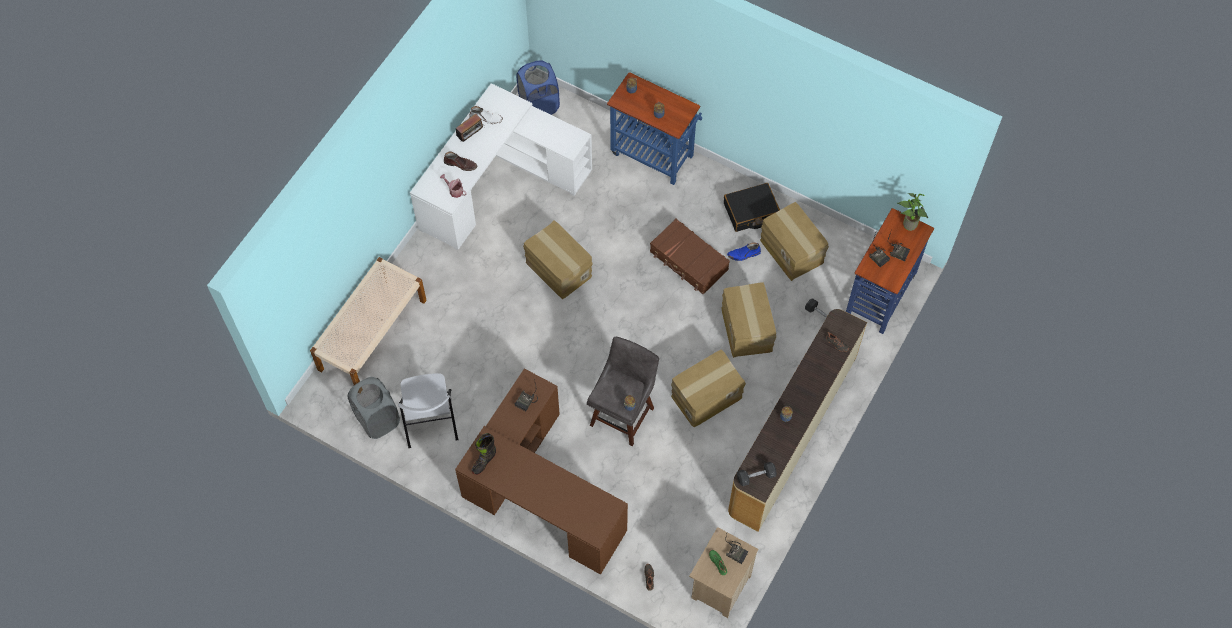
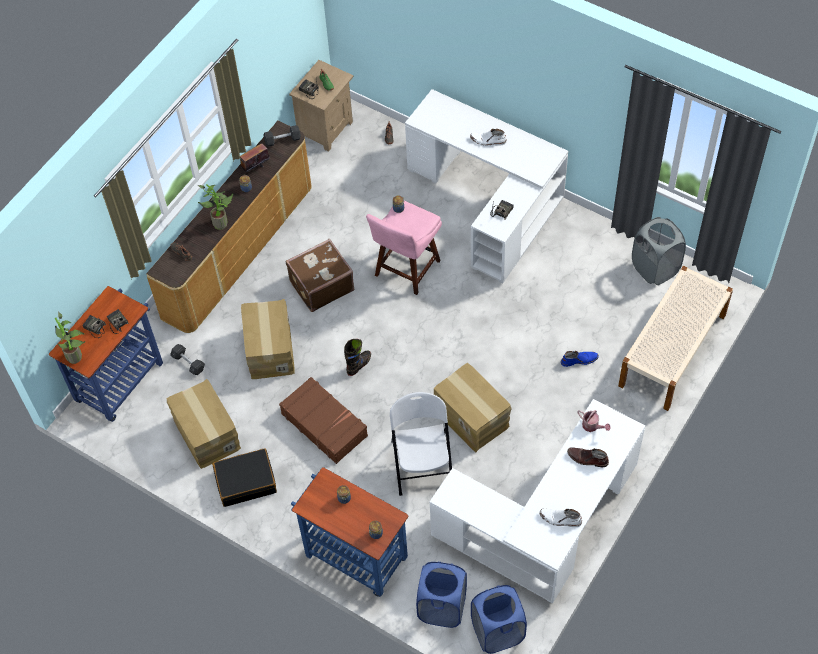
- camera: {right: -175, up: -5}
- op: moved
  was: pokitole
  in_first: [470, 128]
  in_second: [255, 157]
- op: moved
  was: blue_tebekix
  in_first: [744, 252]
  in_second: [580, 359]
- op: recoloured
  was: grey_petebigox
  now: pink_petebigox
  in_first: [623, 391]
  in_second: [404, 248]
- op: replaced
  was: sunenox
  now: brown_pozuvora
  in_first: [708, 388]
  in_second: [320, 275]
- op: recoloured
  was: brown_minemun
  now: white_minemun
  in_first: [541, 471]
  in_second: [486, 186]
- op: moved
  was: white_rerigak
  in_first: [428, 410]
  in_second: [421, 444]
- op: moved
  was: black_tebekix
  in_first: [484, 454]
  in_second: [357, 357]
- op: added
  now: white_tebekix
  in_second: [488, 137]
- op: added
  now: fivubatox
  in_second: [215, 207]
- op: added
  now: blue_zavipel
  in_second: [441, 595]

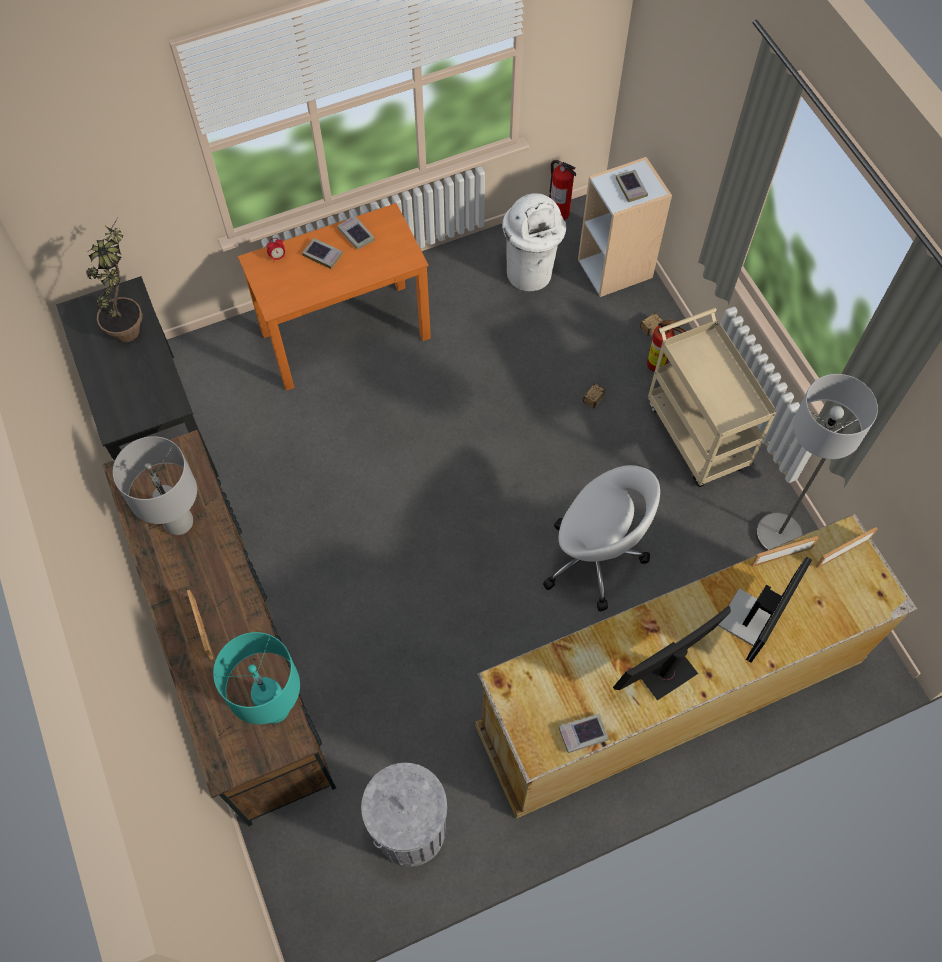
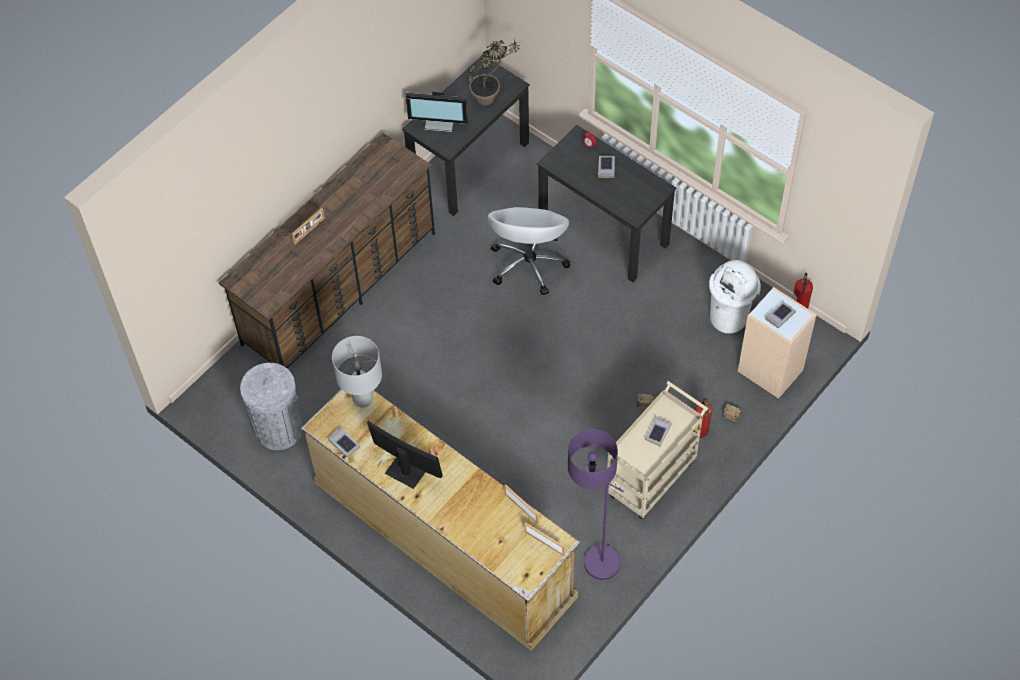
- camera: {right: 65, up: -5}
- op: recoloured
  was: orange_minemun
  now: black_minemun
  in_first: [334, 297]
  in_second: [607, 203]
- op: moved
  was: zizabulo
  in_first: [356, 232]
  in_second: [658, 432]
- op: recoloured
  was: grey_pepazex
  now: purple_pepazex
  in_first: [817, 462]
  in_second: [596, 504]
- op: moved
  was: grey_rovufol
  in_first: [155, 485]
  in_second: [357, 372]
- op: moved
  was: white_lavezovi
  in_first: [601, 538]
  in_second: [529, 251]
- op: moved
  was: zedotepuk
  in_first: [765, 609]
  in_second: [437, 112]
- op: removed
  was: turquoise_rovufol
  in_first: [256, 678]

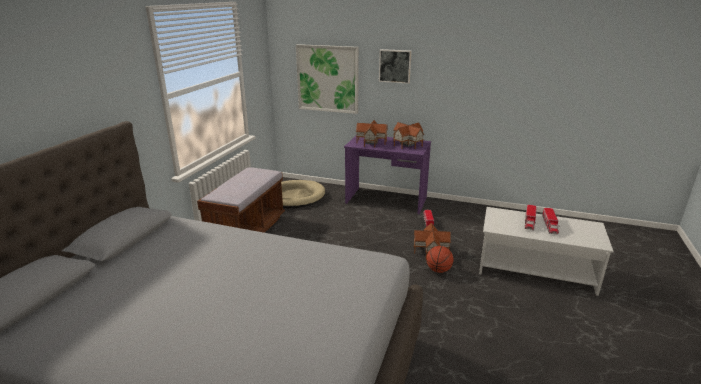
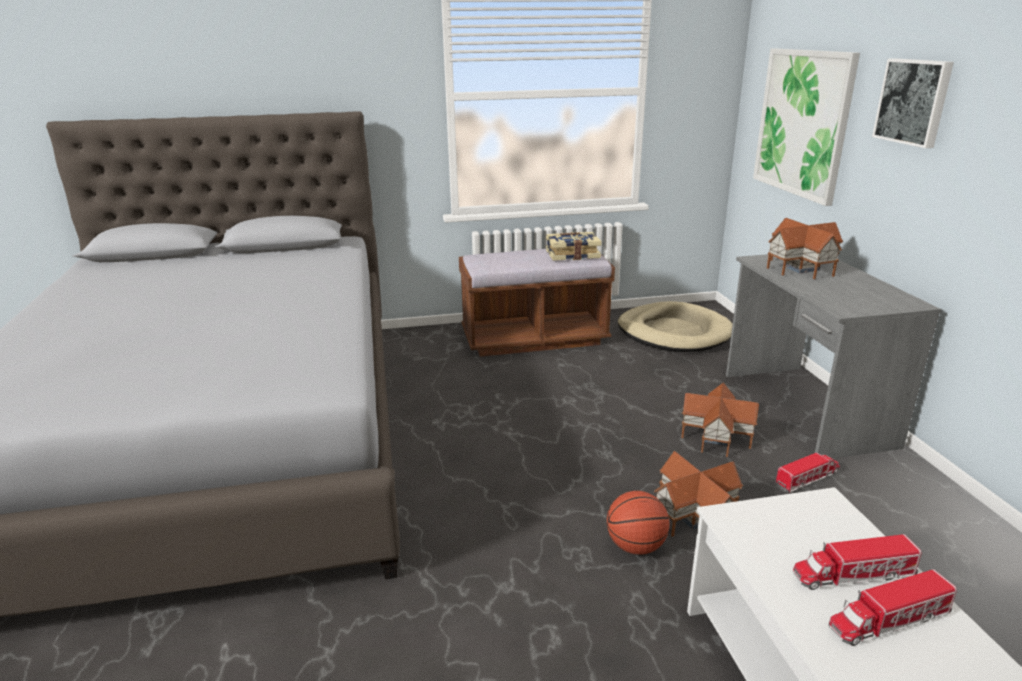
- camera: {right: 60, up: 0}
- op: moved
  was: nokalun
  in_first: [408, 135]
  in_second: [720, 419]
- op: recoloured
  was: purple_minemun
  now: grey_minemun
  in_first: [387, 174]
  in_second: [833, 356]
- op: added
  now: zizabulo
  in_second: [574, 246]

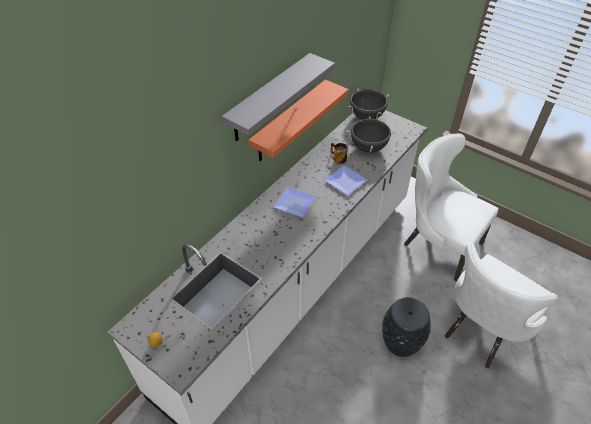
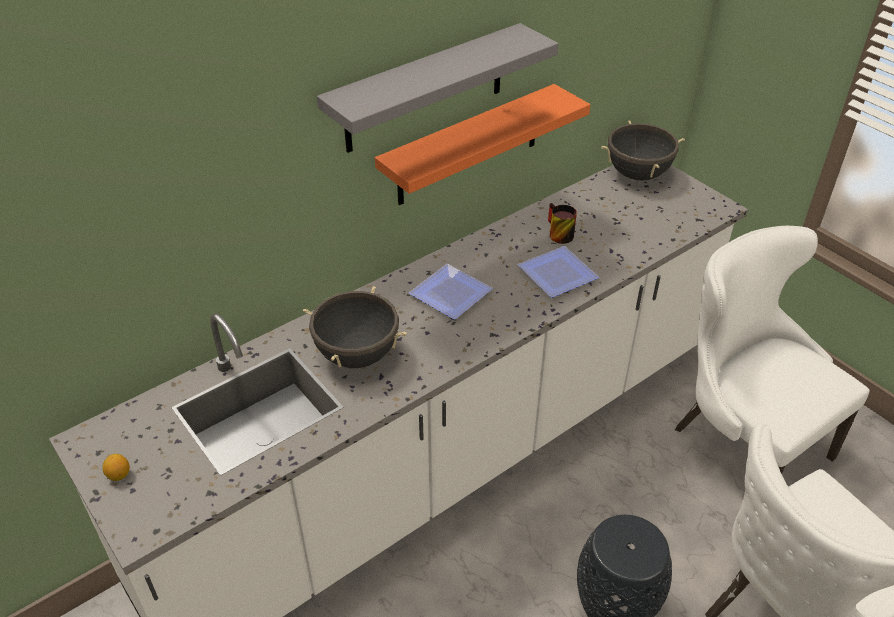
- camera: {right: 15, up: -5}
- op: moved
  was: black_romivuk
  in_first: [371, 134]
  in_second: [355, 327]

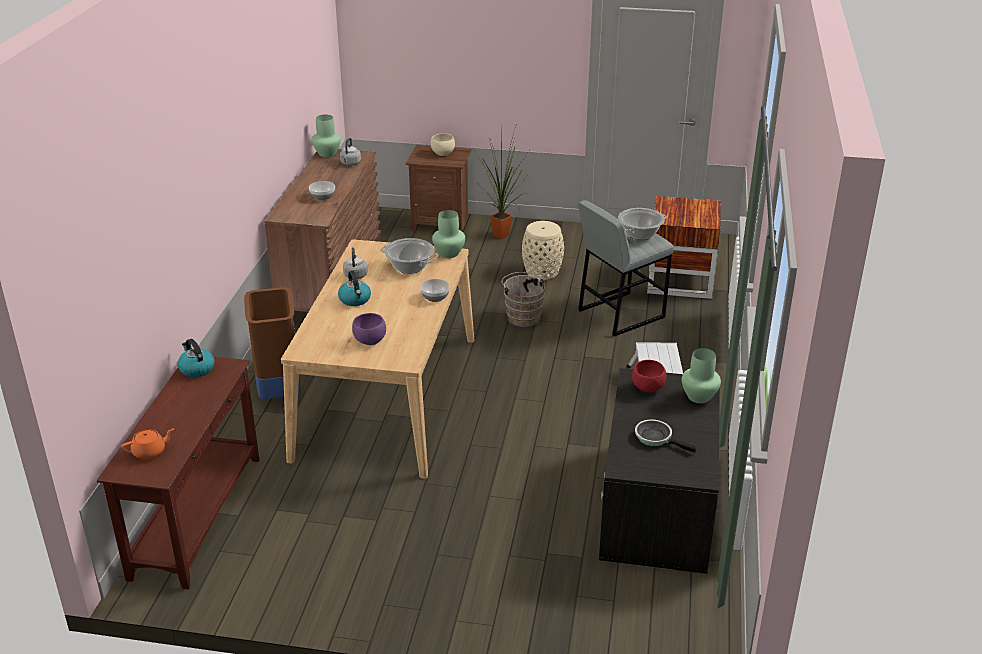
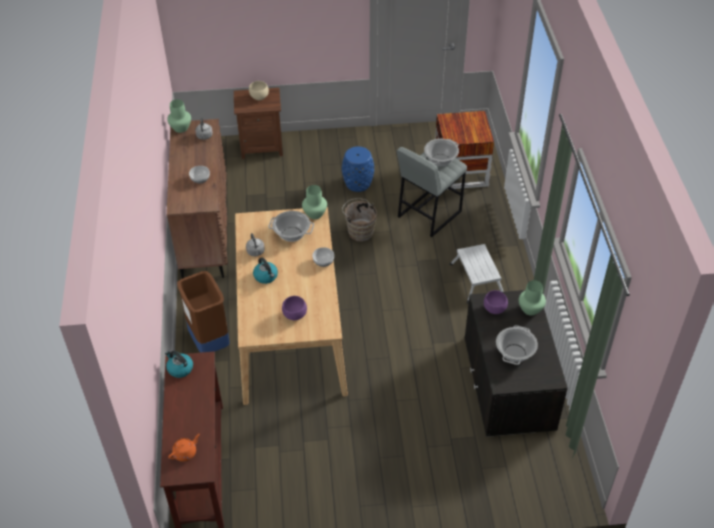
- camera: {right: -15, up: 15}
- op: removed
  was: fivubatox
  in_first: [501, 181]
- op: recoloured
  was: beige_petebigox
  now: blue_petebigox
  in_first: [543, 250]
  in_second: [358, 169]
- op: recoloured
  was: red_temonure
  now: purple_temonure
  in_first: [649, 376]
  in_second: [496, 302]
- op: replaced
  was: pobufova
  now: romivuk
  in_first: [665, 436]
  in_second: [517, 345]

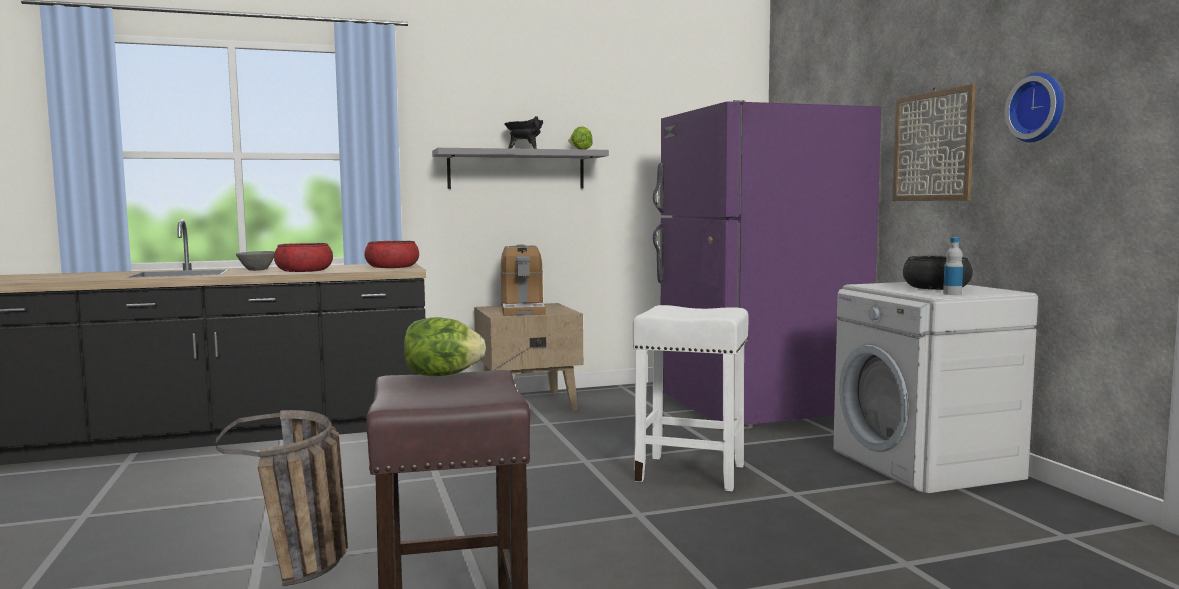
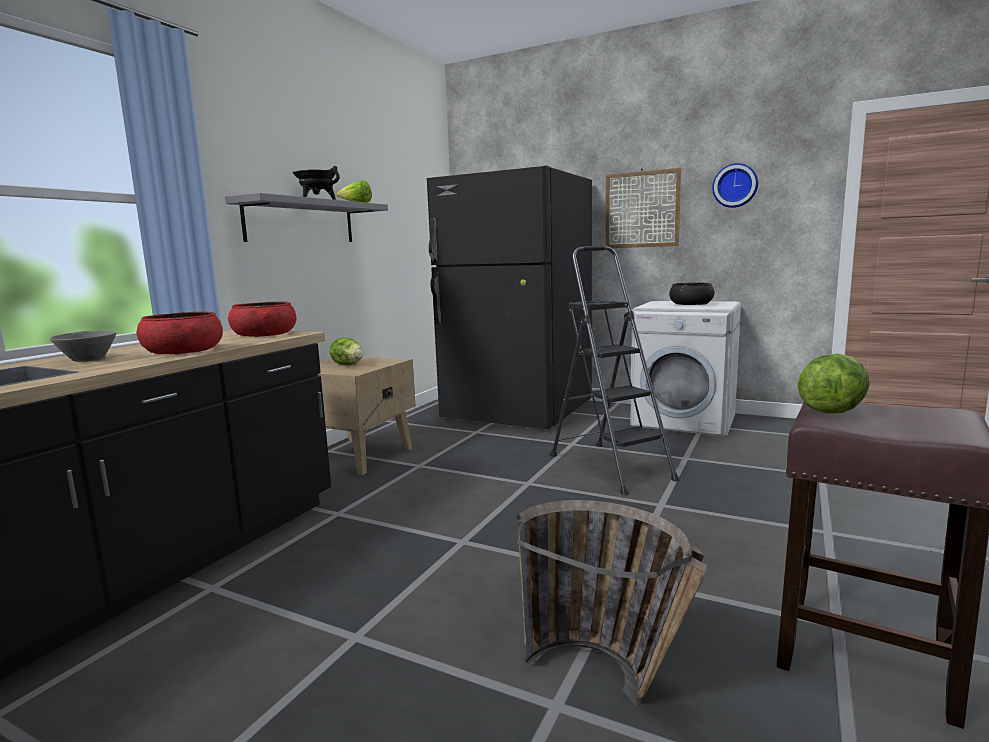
- camera: {right: -45, up: 5}
- op: recoloured
  was: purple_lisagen
  now: black_lisagen
  in_first: [767, 264]
  in_second: [509, 297]
- op: removed
  was: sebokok
  in_first: [953, 266]
- op: replaced
  was: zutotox
  now: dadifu
  in_first: [523, 280]
  in_second: [346, 351]
- op: replaced
  was: white_petebigox
  now: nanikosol
  in_first: [690, 398]
  in_second: [615, 370]

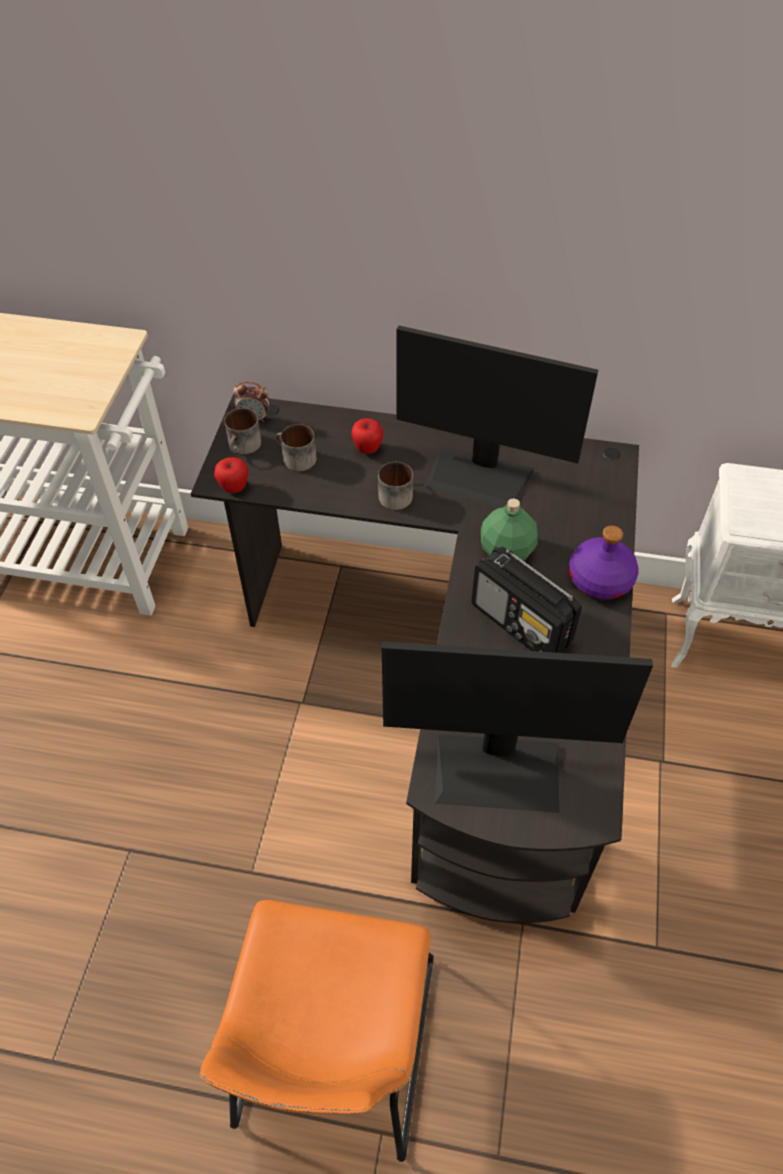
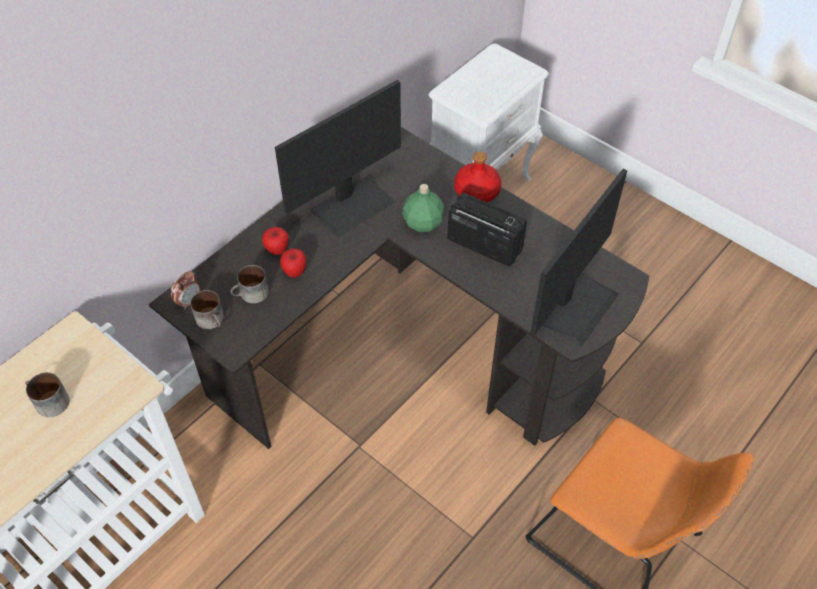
- camera: {right: -60, up: 0}
- op: moved
  was: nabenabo
  in_first: [231, 475]
  in_second: [293, 263]
- op: moved
  was: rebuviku
  in_first: [395, 486]
  in_second: [47, 394]
- op: recoloured
  was: purple_sebokok
  now: red_sebokok
  in_first: [603, 562]
  in_second: [477, 177]
- op: turned
  was: pokitole
  in_first: [526, 599]
  in_second: [487, 230]
  clockwise: -135

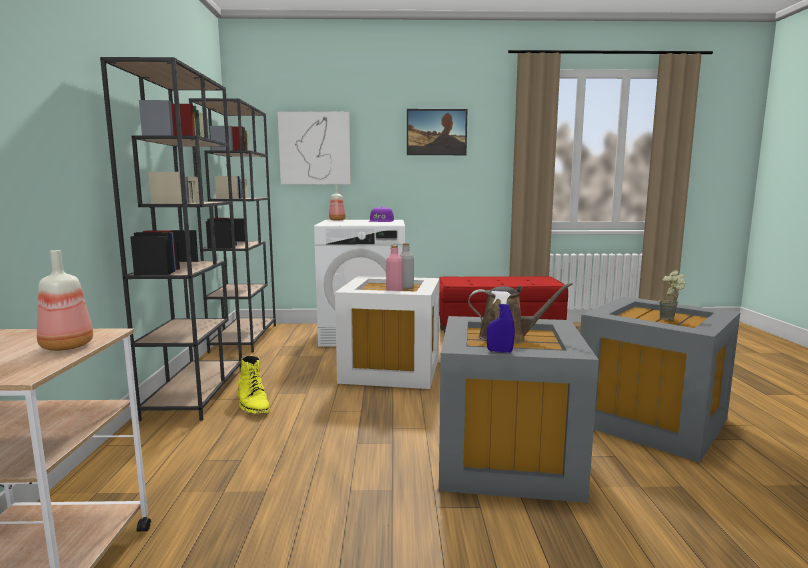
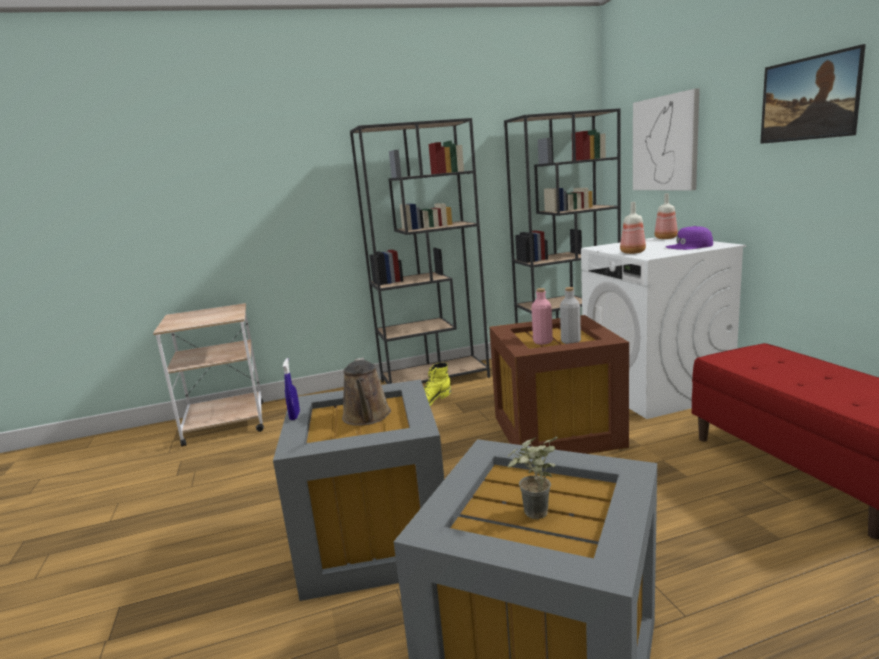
- camera: {right: 75, up: 5}
- op: moved
  was: sebokok
  in_first: [65, 300]
  in_second: [633, 228]
- op: recoloured
  was: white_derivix
  now: brown_derivix
  in_first: [387, 332]
  in_second: [559, 384]

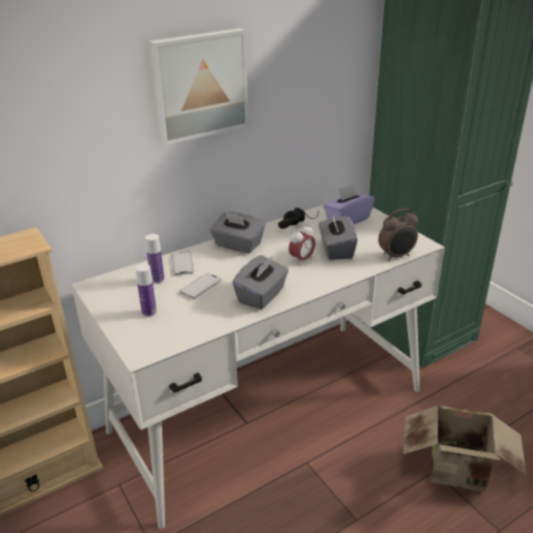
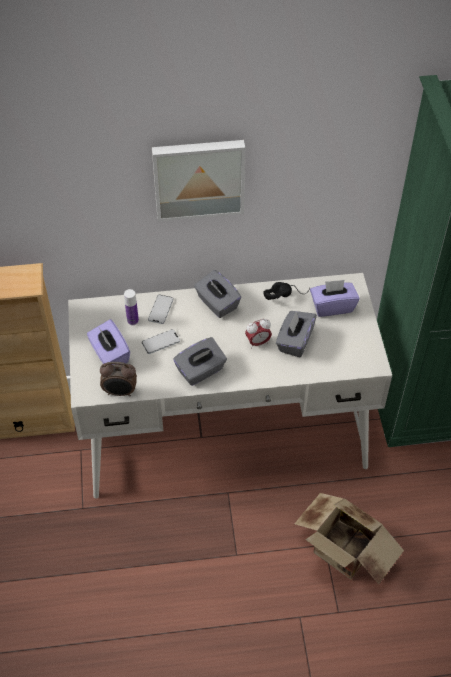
- camera: {right: 25, up: 20}
- op: moved
  was: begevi
  in_first: [398, 234]
  in_second: [118, 379]
- op: replaced
  was: sebokok
  now: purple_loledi
  in_first: [146, 290]
  in_second: [108, 342]

